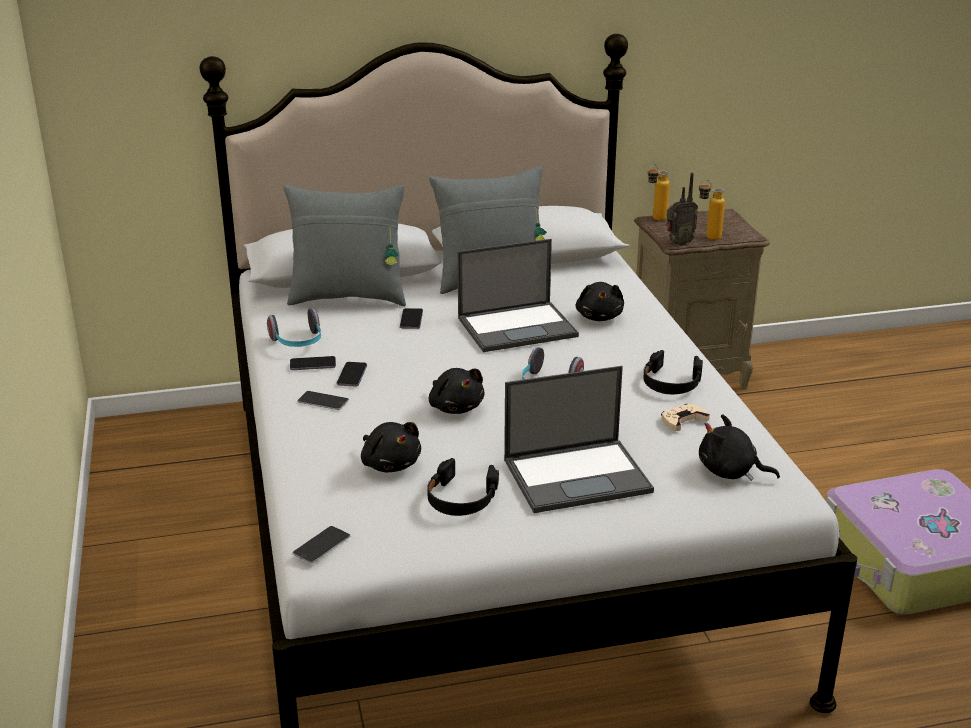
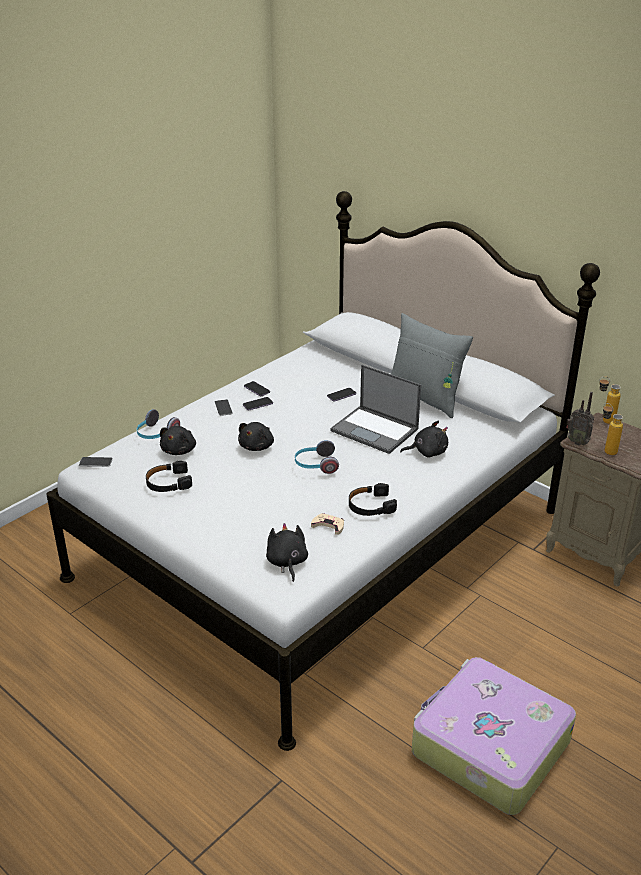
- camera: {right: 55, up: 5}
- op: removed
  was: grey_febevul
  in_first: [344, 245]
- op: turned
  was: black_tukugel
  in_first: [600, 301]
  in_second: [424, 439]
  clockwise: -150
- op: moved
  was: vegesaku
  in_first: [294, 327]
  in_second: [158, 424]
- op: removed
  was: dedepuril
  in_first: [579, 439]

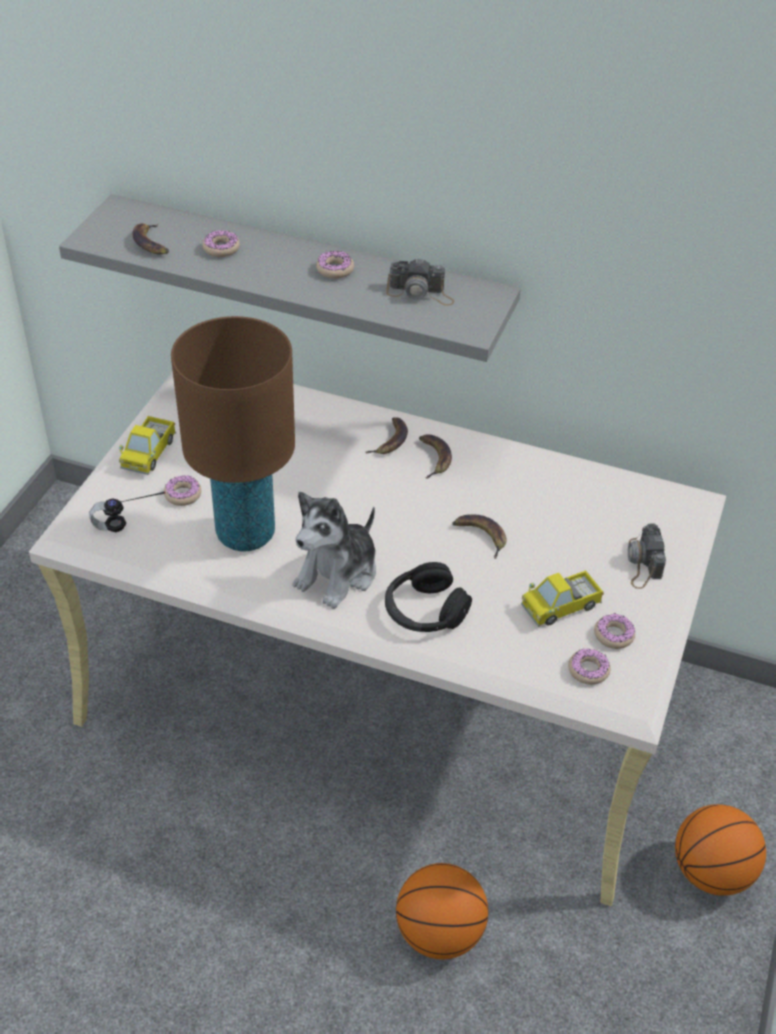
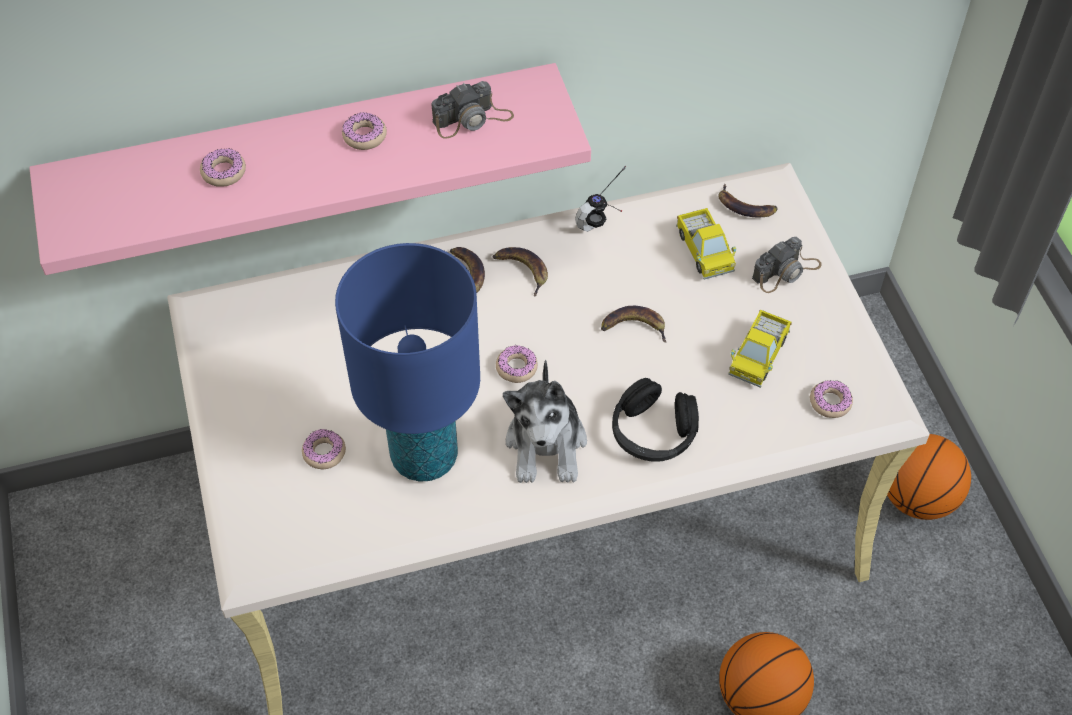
- camera: {right: -35, up: 10}
- op: recoloured
  was: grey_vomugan
  now: pink_vomugan
  in_first: [290, 278]
  in_second: [310, 169]
- op: moved
  was: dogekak
  in_first: [150, 239]
  in_second: [748, 200]
- op: recoloured
  was: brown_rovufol
  now: blue_rovufol
  in_first: [233, 434]
  in_second: [407, 362]
- op: moved
  was: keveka
  in_first: [147, 445]
  in_second: [706, 244]
- op: moved
  was: vegesaku
  in_first: [127, 511]
  in_second: [600, 199]
- op: turned
  was: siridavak
  in_first: [647, 556]
  in_second: [787, 265]
  clockwise: -90
- op: moved
  was: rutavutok
  in_first: [614, 631]
  in_second: [517, 364]

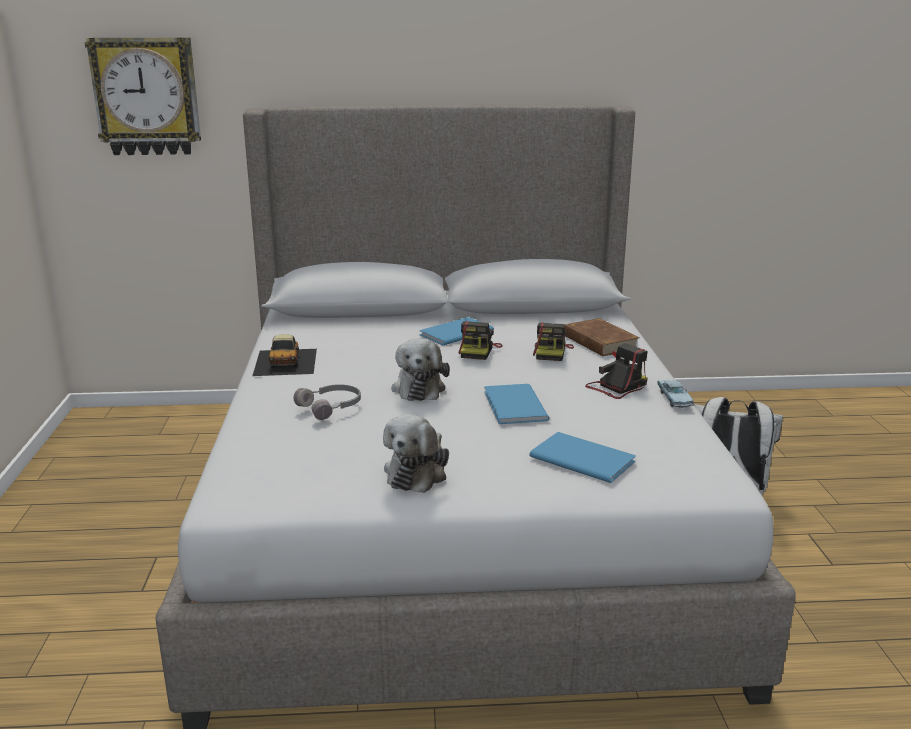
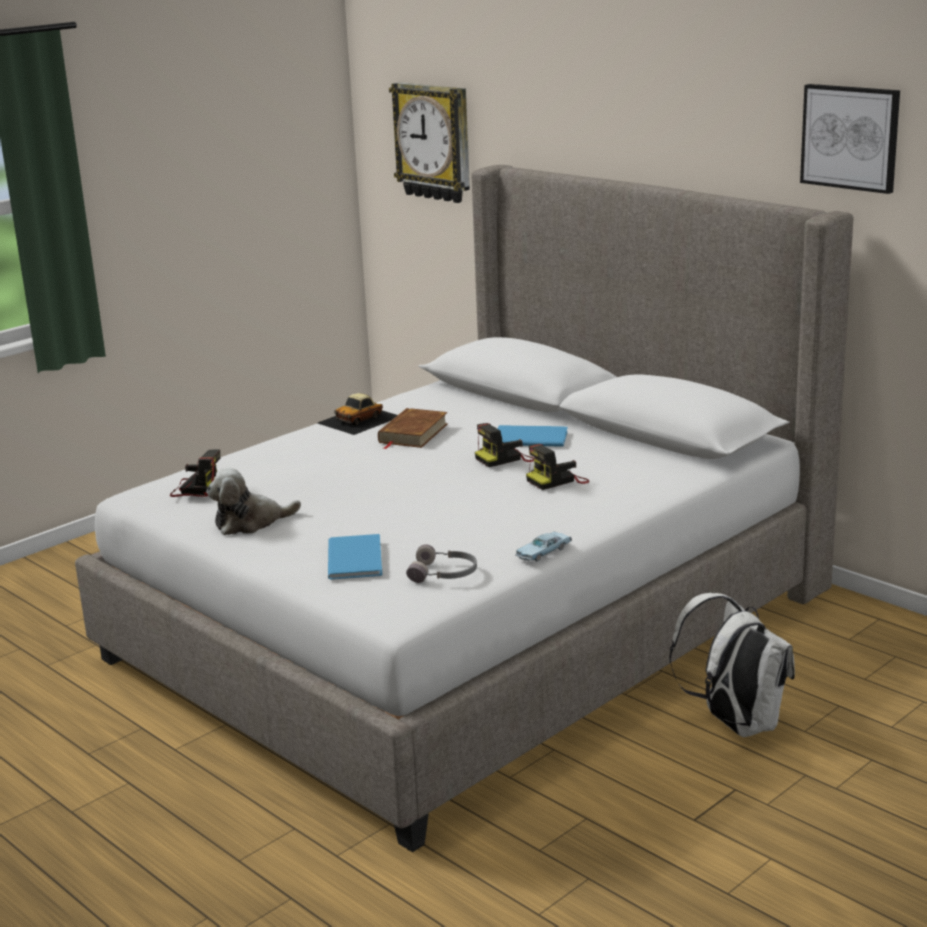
- camera: {right: 50, up: 0}
- op: moved
  was: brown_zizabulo
  in_first: [602, 338]
  in_second: [413, 428]
- op: removed
  was: tukugel
  in_first: [420, 369]
- op: moved
  was: siridavak
  in_first: [616, 371]
  in_second: [195, 473]
- op: moved
  was: grey_vegesaku
  in_first: [327, 402]
  in_second: [441, 563]
- op: removed
  was: blue_zizabulo
  in_first: [516, 404]
- op: added
  now: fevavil
  in_second: [850, 139]

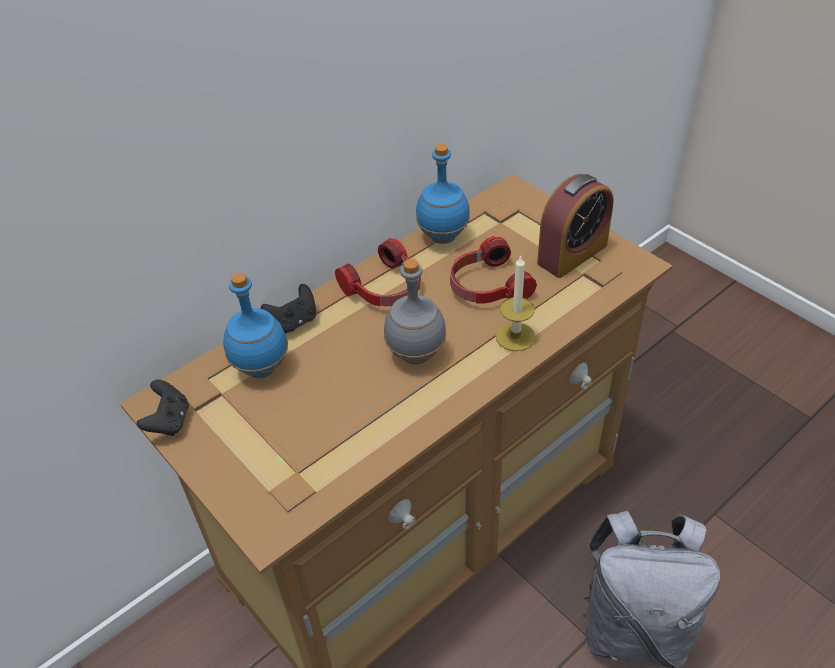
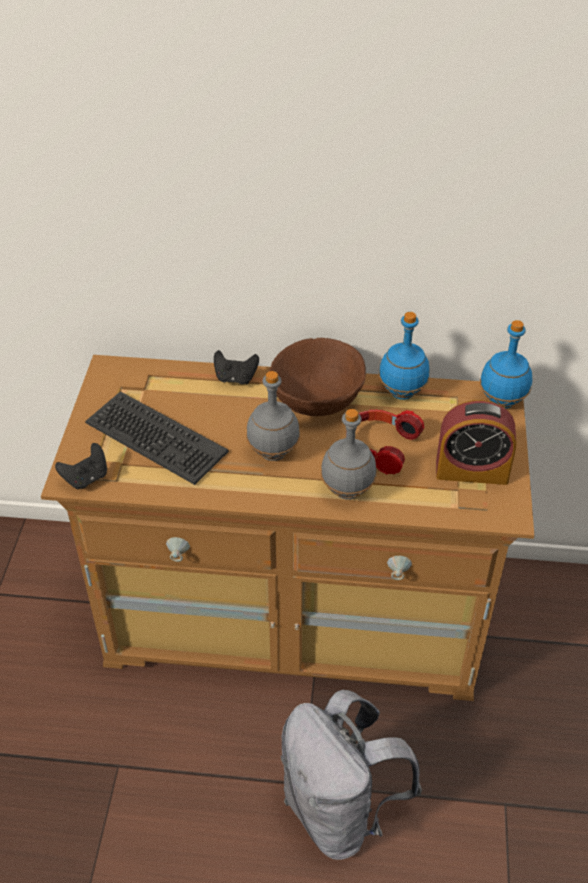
- camera: {right: 45, up: 0}
- op: replaced
  was: vegesaku
  now: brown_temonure
  in_first: [378, 272]
  in_second: [317, 377]
- op: replaced
  was: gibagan
  now: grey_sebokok
  in_first: [516, 303]
  in_second: [348, 454]
- op: moved
  was: blue_sebokok
  in_first: [255, 325]
  in_second: [506, 364]
- op: moved
  was: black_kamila
  in_first: [163, 408]
  in_second: [81, 466]
- op: added
  now: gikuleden
  in_second: [157, 438]

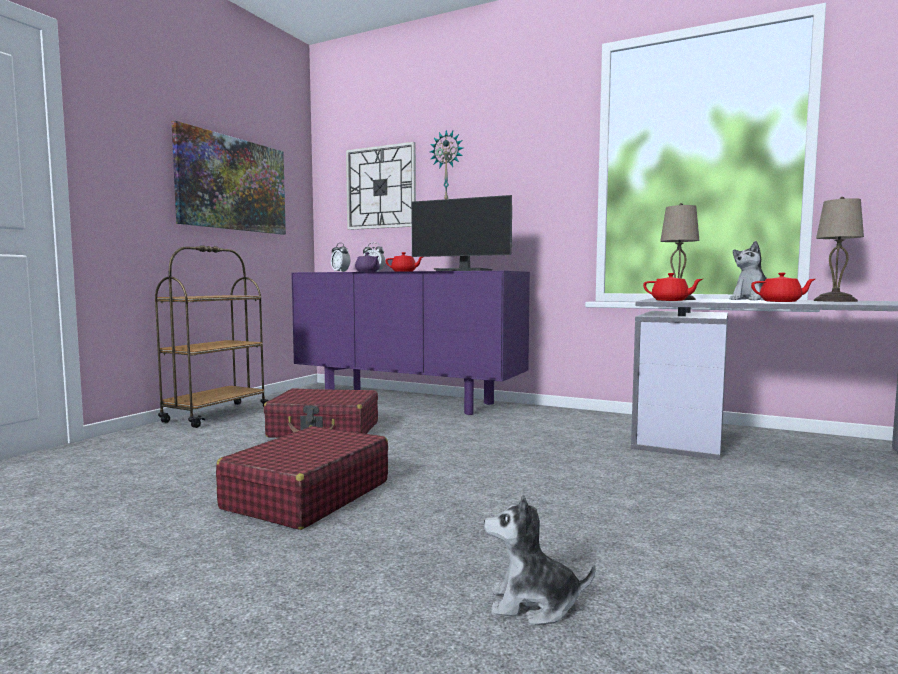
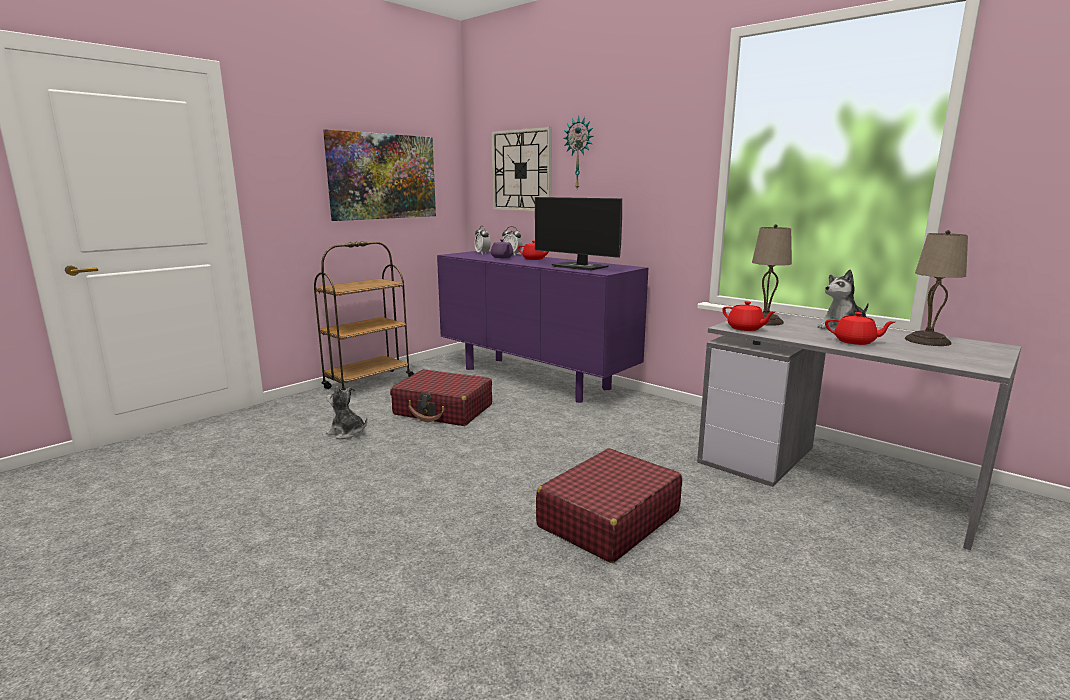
- camera: {right: 15, up: 10}
- op: moved
  was: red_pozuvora
  in_first: [302, 478]
  in_second: [609, 505]
- op: moved
  was: tukugel
  in_first: [539, 560]
  in_second: [346, 412]

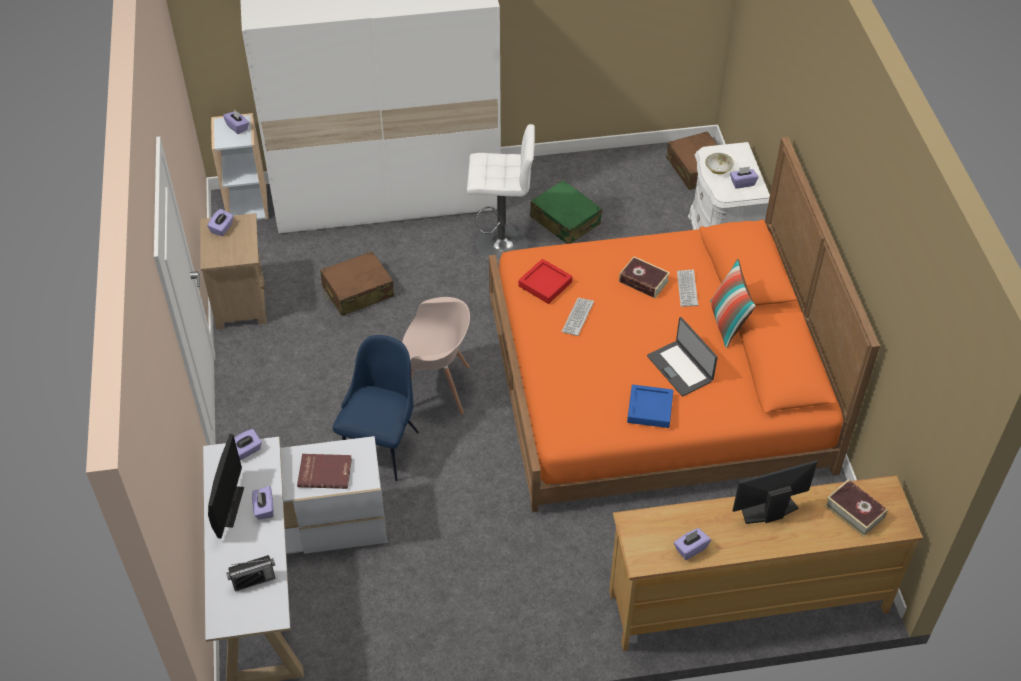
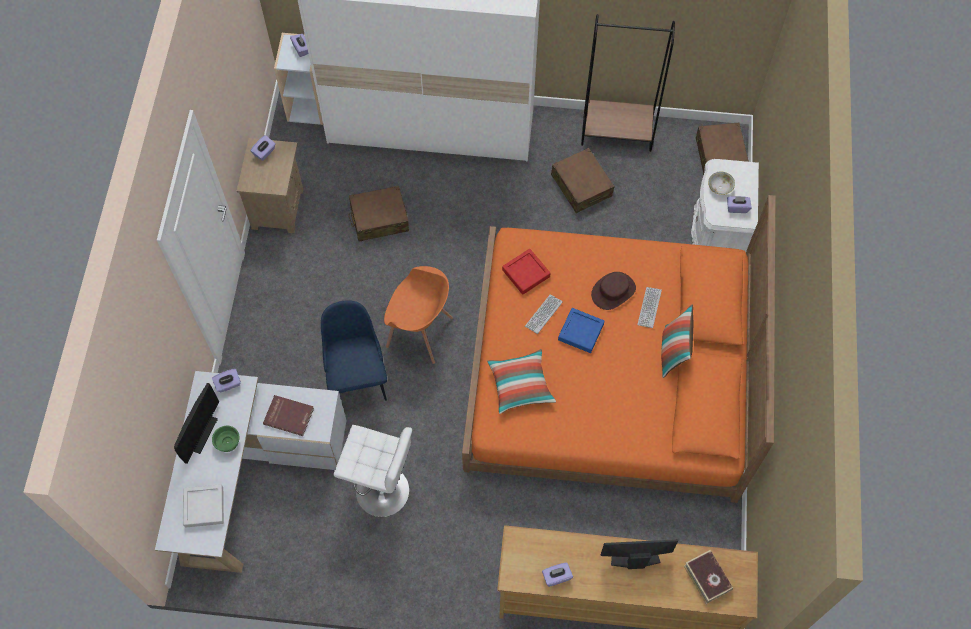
- camera: {right: 15, up: 15}
- op: moved
  was: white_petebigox
  in_first: [501, 193]
  in_second: [372, 471]
- op: recoloured
  was: green_pozuvora
  now: brown_pozuvora
  in_first: [566, 212]
  in_second: [582, 180]
- op: replaced
  was: zizabulo
  now: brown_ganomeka
  in_first: [644, 277]
  in_second: [613, 291]
- op: recoloured
  was: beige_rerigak
  now: orange_rerigak
  in_first: [436, 355]
  in_second: [418, 315]
- op: removed
  was: dedepuril
  in_first: [682, 356]
- op: turned
  was: blue_rerigak
  in_first: [376, 408]
  in_second: [354, 350]
  clockwise: -45
- op: moved
  was: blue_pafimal
  in_first: [650, 406]
  in_second: [581, 330]
- op: replaced
  was: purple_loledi
  now: green_temonure
  in_first: [263, 503]
  in_second: [226, 439]
- op: replaced
  was: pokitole
  now: grey_pafimal
  in_first: [251, 573]
  in_second: [203, 506]
- op: added
  now: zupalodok
  in_second: [628, 83]
- op: added
  now: febevul
  in_second: [521, 381]

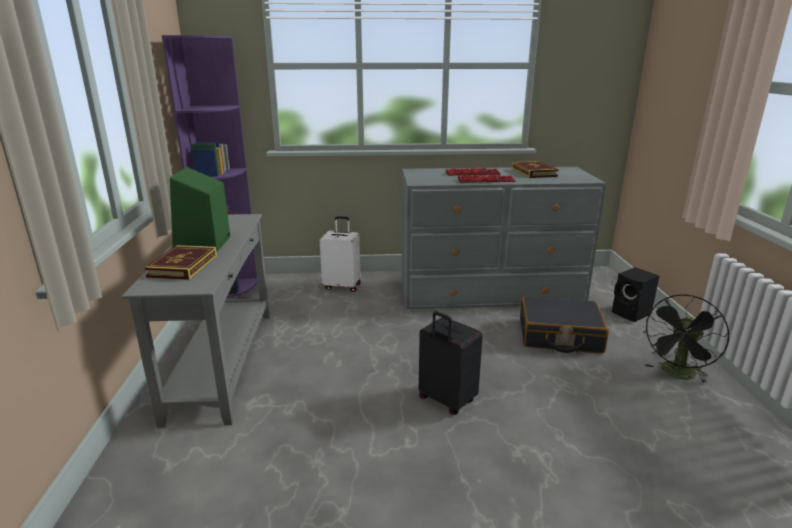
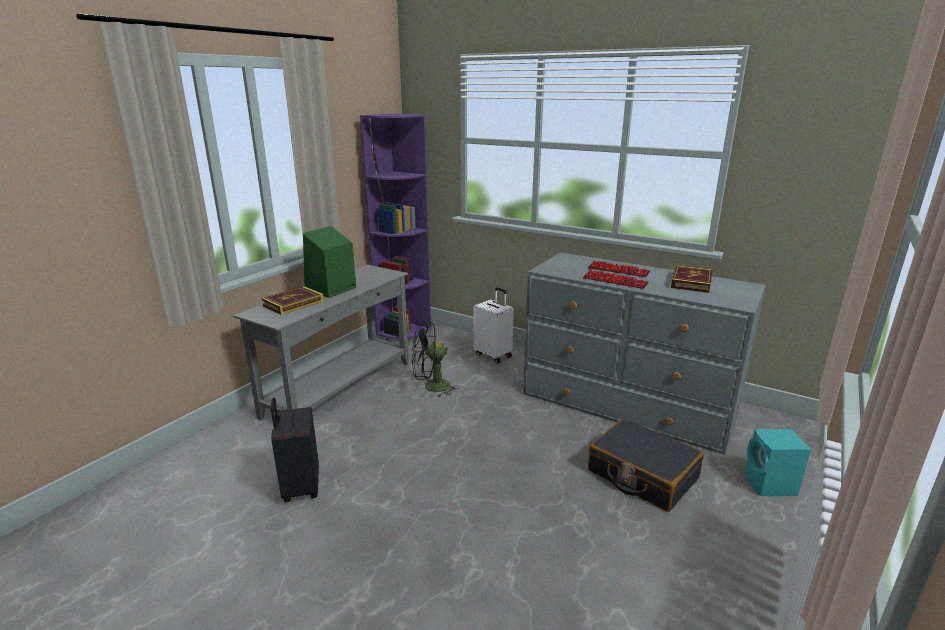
- camera: {right: 35, up: 0}
- op: recoloured
  was: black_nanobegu
  now: turquoise_nanobegu
  in_first: [635, 294]
  in_second: [778, 462]
- op: moved
  was: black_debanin
  in_first: [686, 339]
  in_second: [435, 360]
- op: moved
  was: black_pozuvora
  in_first: [451, 363]
  in_second: [294, 450]

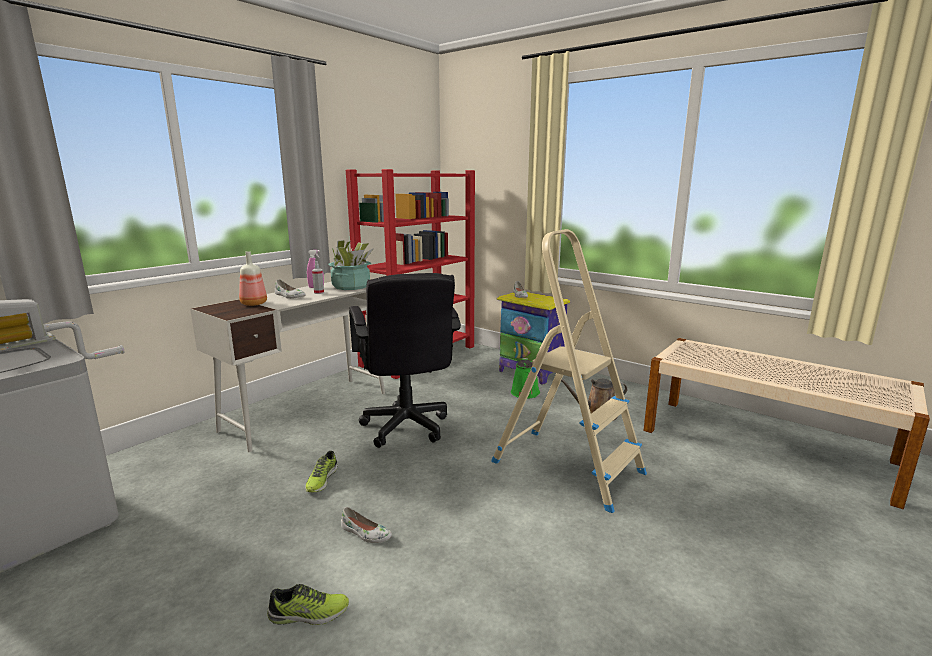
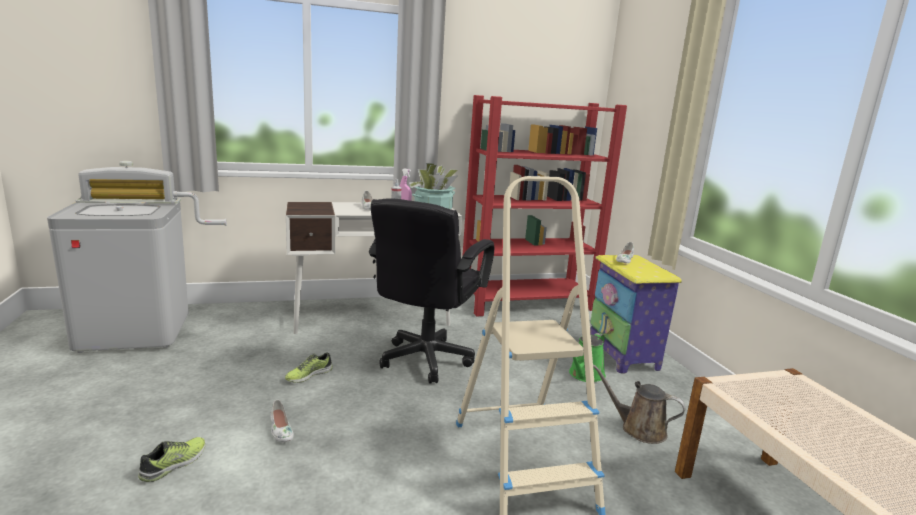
- camera: {right: 35, up: 0}
- op: removed
  was: sebokok
  in_first: [253, 278]
- op: turned
  was: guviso
  in_first: [308, 604]
  in_second: [171, 459]
  clockwise: -90

